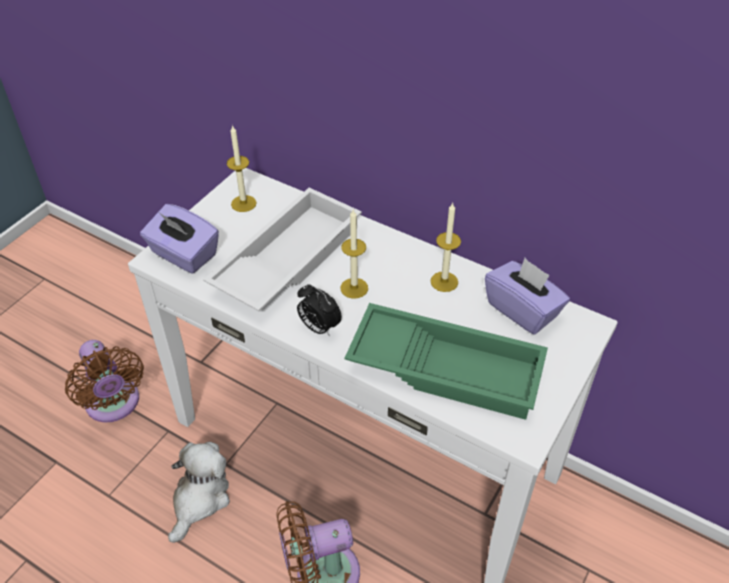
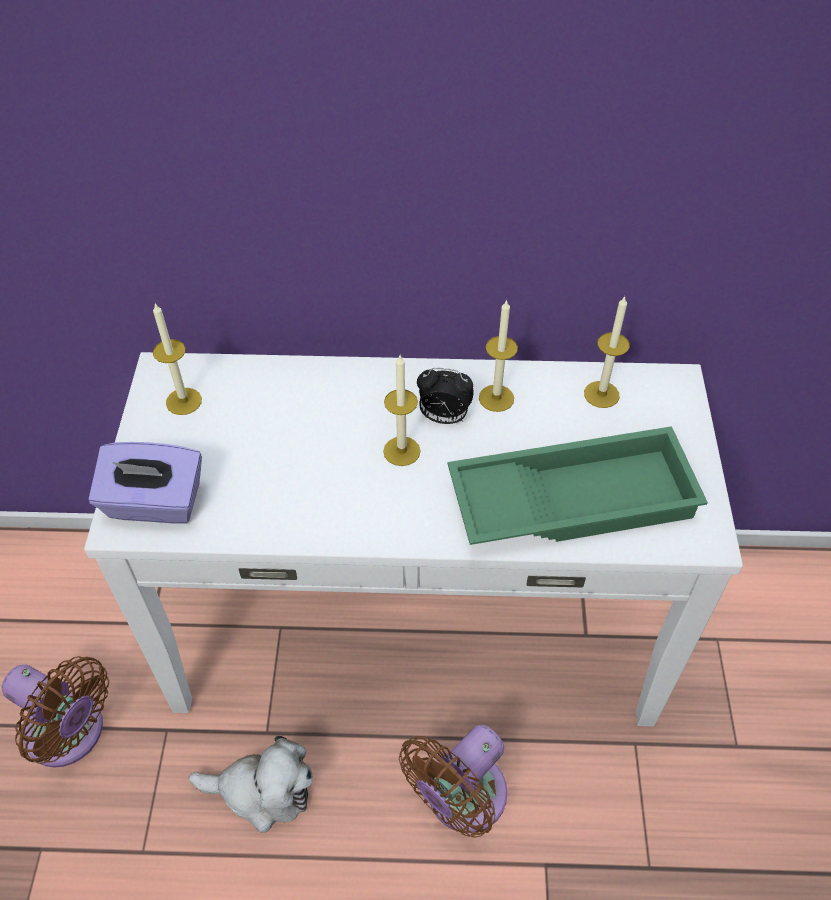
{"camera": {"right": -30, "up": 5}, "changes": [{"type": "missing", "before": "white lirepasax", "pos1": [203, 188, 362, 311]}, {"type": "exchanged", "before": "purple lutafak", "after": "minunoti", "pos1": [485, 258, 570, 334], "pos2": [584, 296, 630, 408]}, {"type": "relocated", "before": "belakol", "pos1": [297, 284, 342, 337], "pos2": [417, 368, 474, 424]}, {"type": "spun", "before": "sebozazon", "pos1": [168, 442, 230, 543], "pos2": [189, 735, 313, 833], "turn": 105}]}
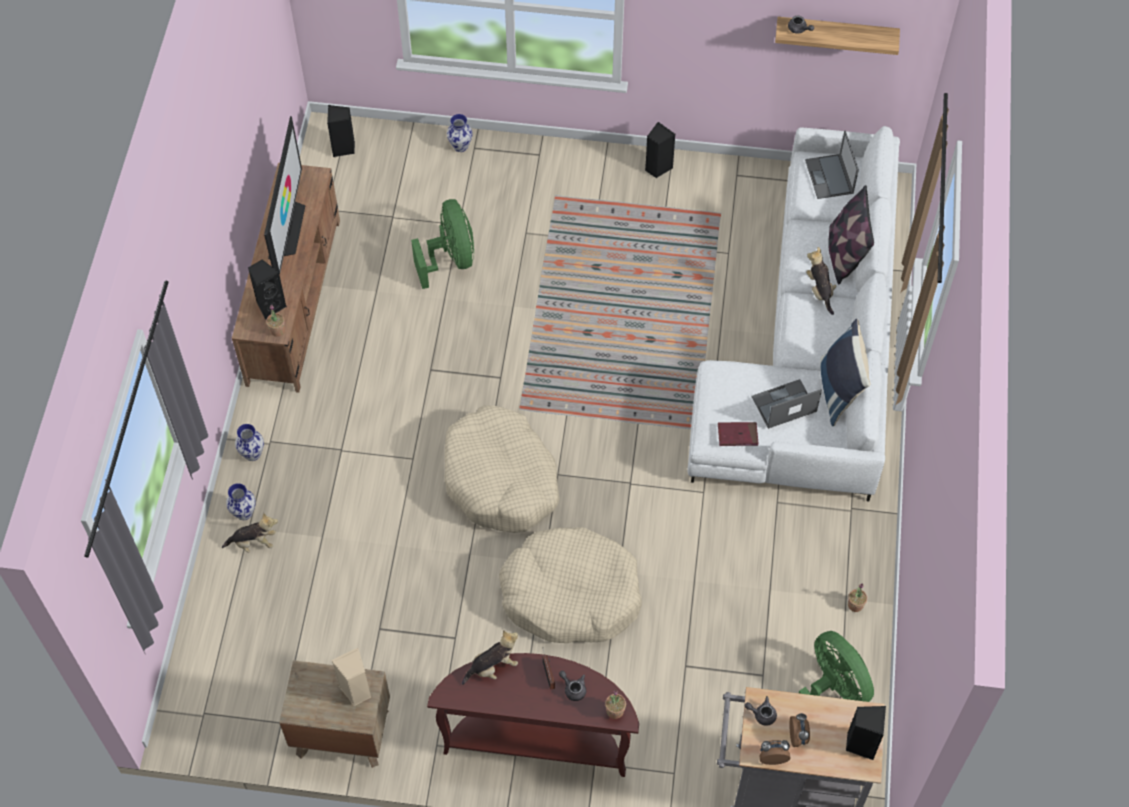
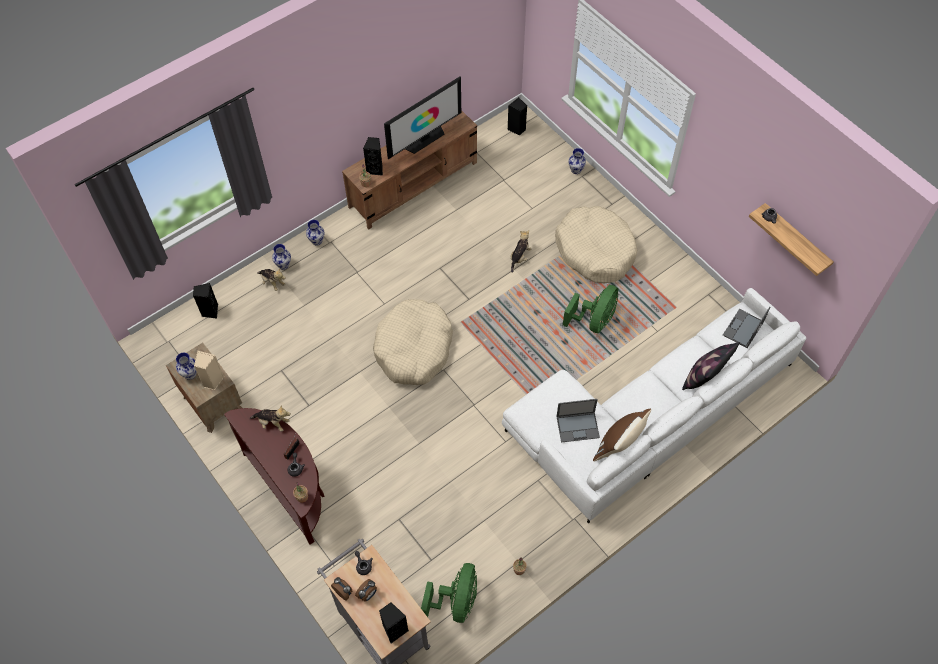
{"camera": {"right": 45, "up": 0}, "changes": [{"type": "relocated", "before": "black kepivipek", "pos1": [645, 122, 676, 178], "pos2": [193, 283, 218, 319]}, {"type": "relocated", "before": "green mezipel", "pos1": [411, 199, 474, 289], "pos2": [563, 285, 618, 333]}, {"type": "relocated", "before": "sebozazon", "pos1": [806, 247, 837, 315], "pos2": [511, 230, 531, 273]}, {"type": "colour", "before": "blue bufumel", "after": "brown bufumel", "pos1": [820, 319, 871, 426], "pos2": [593, 409, 651, 462]}, {"type": "spun", "before": "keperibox", "pos1": [751, 379, 822, 429], "pos2": [556, 399, 600, 443], "turn": 150}, {"type": "missing", "before": "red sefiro", "pos1": [718, 422, 759, 446]}, {"type": "relocated", "before": "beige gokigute", "pos1": [499, 527, 642, 643], "pos2": [555, 206, 637, 283]}, {"type": "appeared", "after": "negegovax", "pos2": [176, 353, 197, 380]}]}
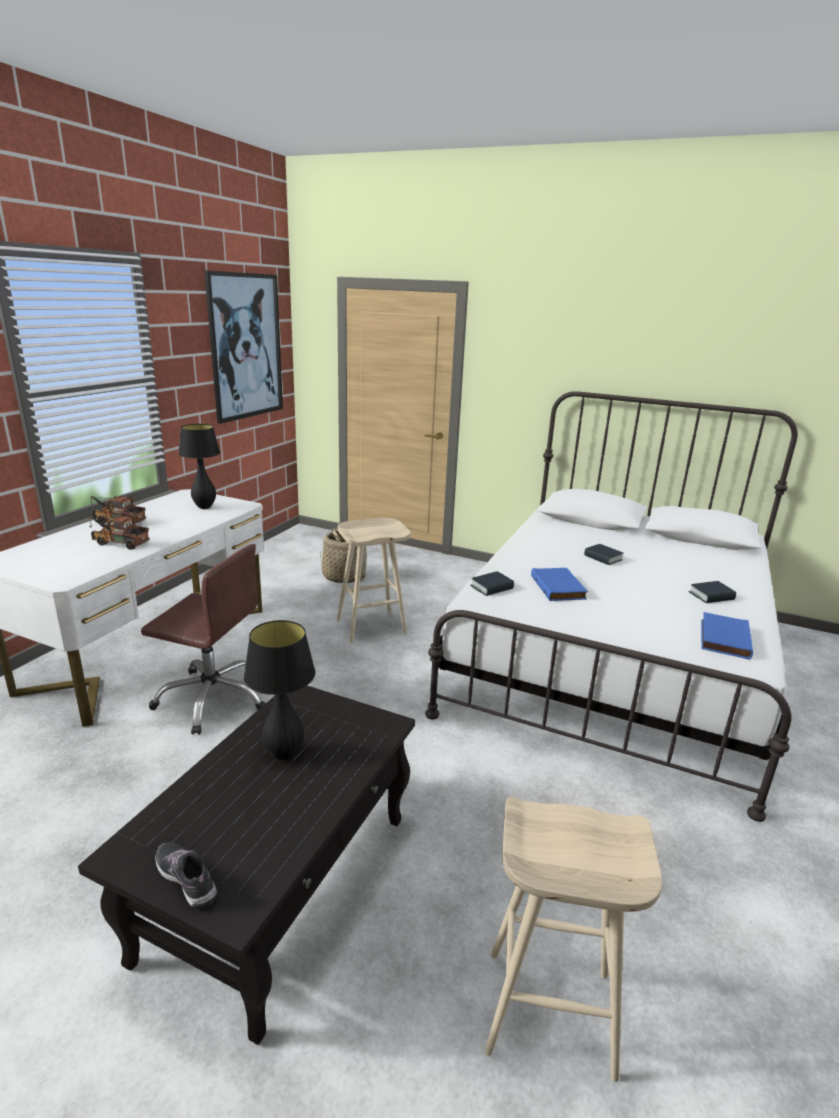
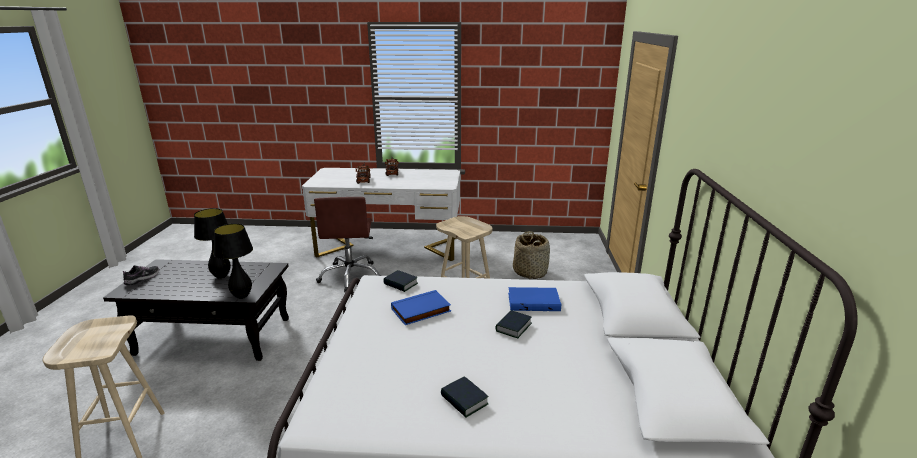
{"camera": {"right": 70, "up": 0}, "changes": [{"type": "missing", "before": "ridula", "pos1": [204, 271, 283, 424]}, {"type": "relocated", "before": "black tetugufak", "pos1": [179, 424, 220, 509], "pos2": [214, 223, 253, 299]}, {"type": "relocated", "before": "blue sefiro", "pos1": [701, 612, 753, 660], "pos2": [508, 287, 561, 311]}]}
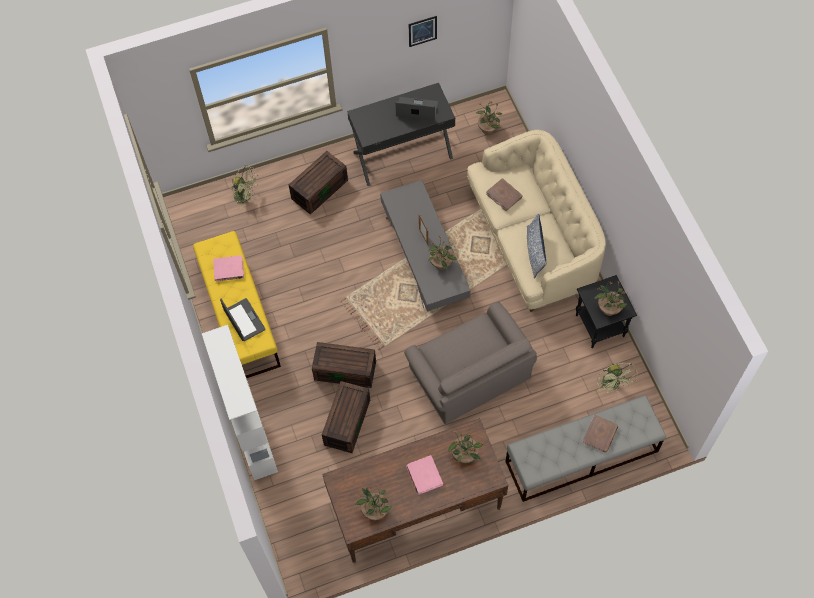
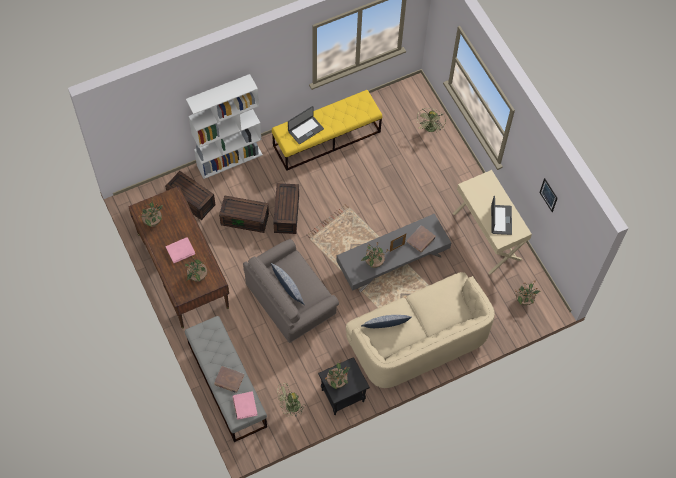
{"camera": {"right": 80, "up": 0}, "changes": [{"type": "colour", "before": "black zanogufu", "after": "beige zanogufu", "pos1": [347, 83, 455, 186], "pos2": [453, 170, 532, 275]}, {"type": "relocated", "before": "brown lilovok", "pos1": [289, 151, 348, 215], "pos2": [165, 171, 216, 220]}, {"type": "relocated", "before": "brown sefiro", "pos1": [486, 178, 522, 211], "pos2": [407, 225, 436, 252]}, {"type": "relocated", "before": "pink sefiro", "pos1": [213, 255, 244, 281], "pos2": [232, 391, 257, 420]}, {"type": "appeared", "after": "bufumel", "pos2": [271, 263, 305, 305]}]}
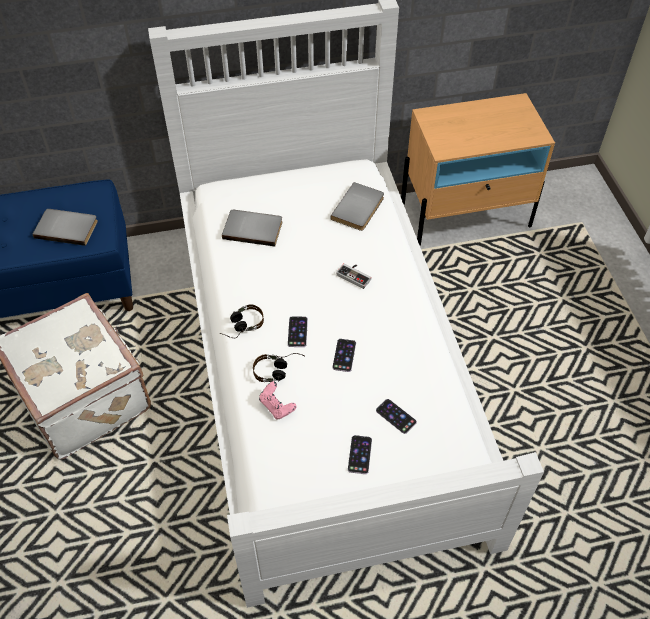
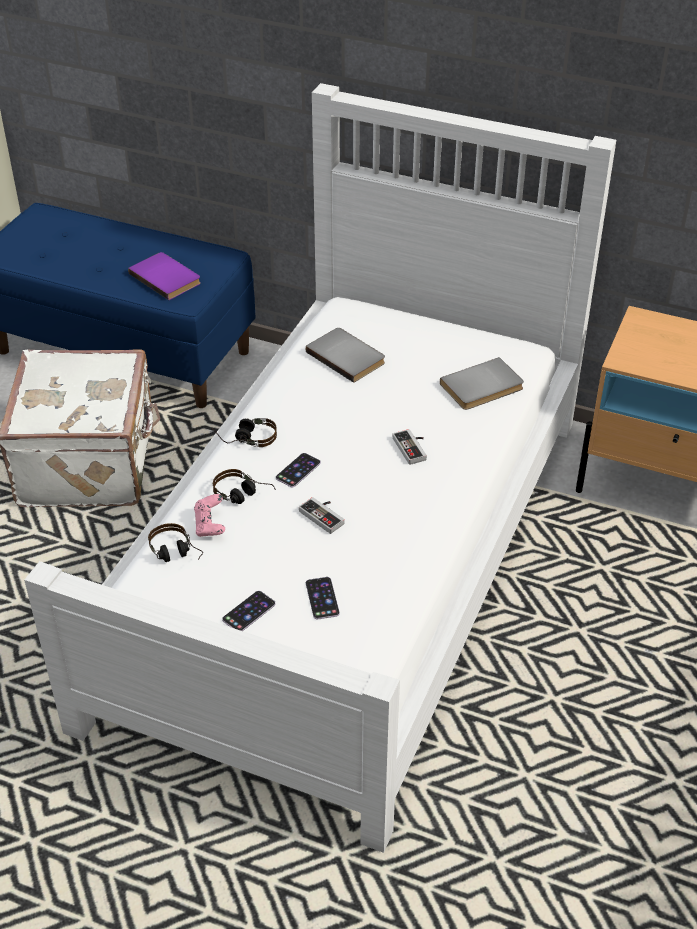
{"camera": {"right": 35, "up": -10}, "changes": [{"type": "colour", "before": "grey sefiro", "after": "purple sefiro", "pos1": [33, 209, 98, 246], "pos2": [128, 252, 201, 300]}, {"type": "exchanged", "before": "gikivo", "after": "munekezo", "pos1": [332, 339, 356, 372], "pos2": [299, 497, 345, 534]}, {"type": "appeared", "after": "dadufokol", "pos2": [148, 523, 203, 562]}]}
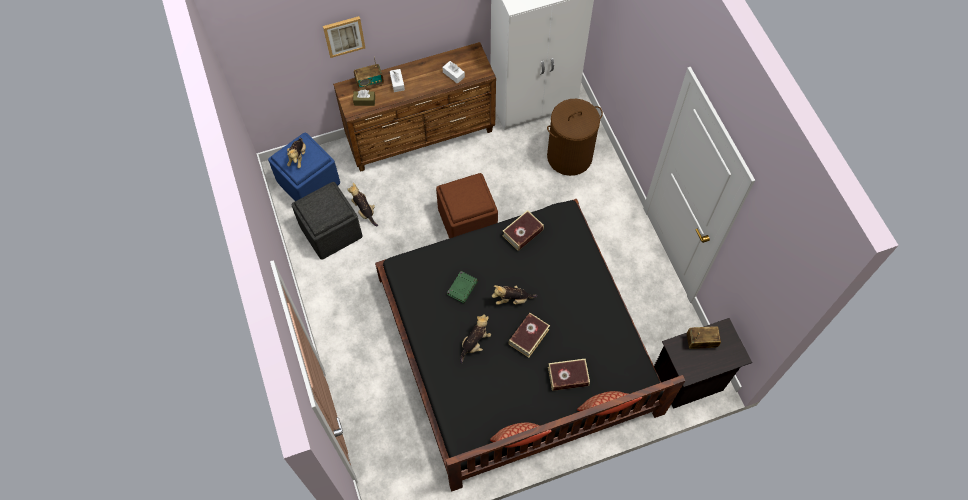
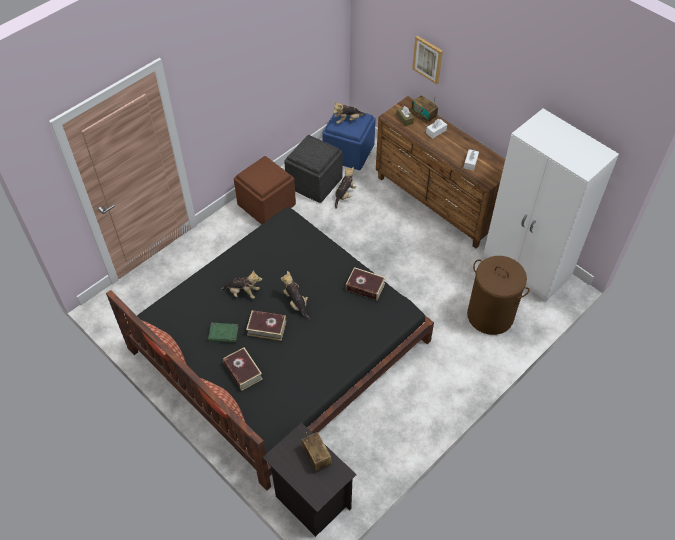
{"camera": {"right": 65, "up": -10}, "changes": [{"type": "relocated", "before": "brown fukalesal", "pos1": [436, 173, 498, 239], "pos2": [234, 156, 296, 224]}, {"type": "relocated", "before": "green sefiro", "pos1": [447, 271, 478, 303], "pos2": [208, 323, 238, 343]}]}
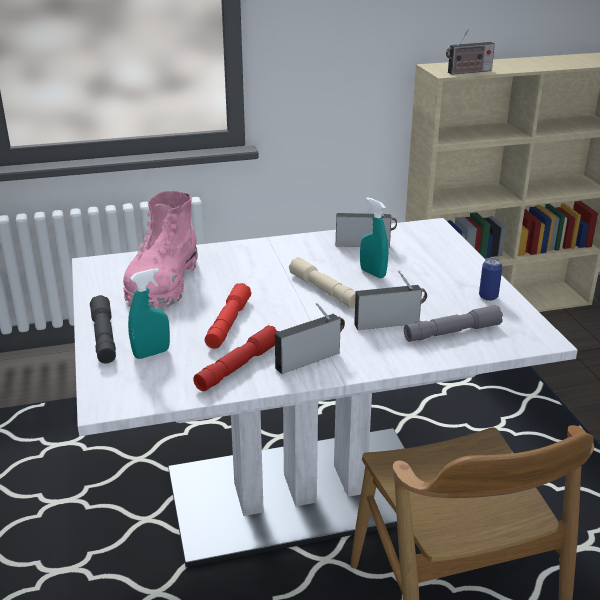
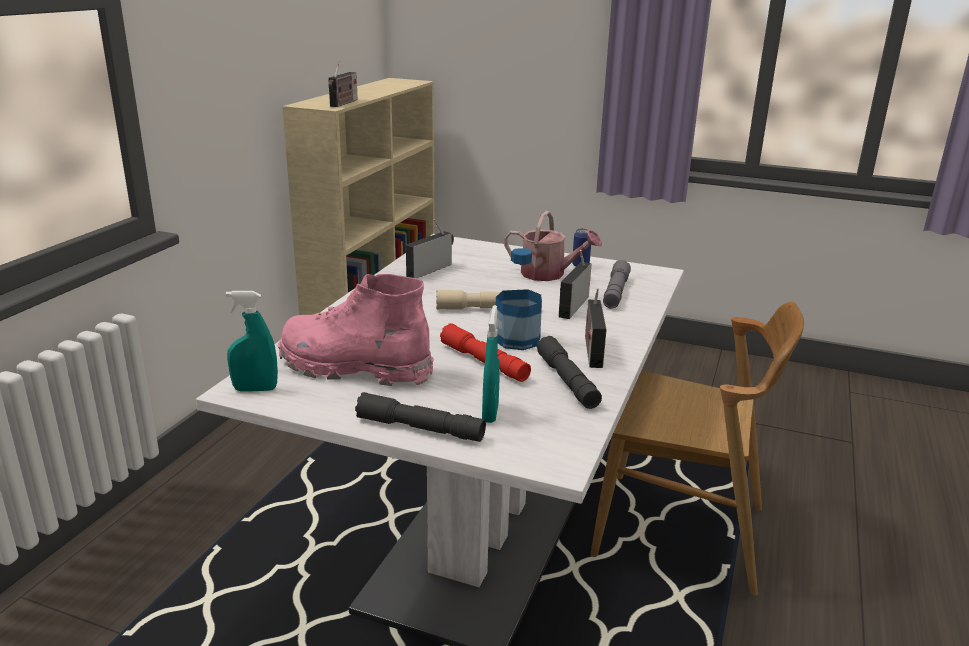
{"camera": {"right": -55, "up": -5}, "changes": [{"type": "spun", "before": "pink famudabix", "pos1": [123, 191, 198, 309], "pos2": [278, 274, 434, 386], "turn": 150}, {"type": "relocated", "before": "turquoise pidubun", "pos1": [360, 197, 388, 279], "pos2": [226, 291, 278, 392]}, {"type": "colour", "before": "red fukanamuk", "after": "grey fukanamuk", "pos1": [193, 325, 279, 391], "pos2": [537, 336, 602, 409]}, {"type": "appeared", "after": "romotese", "pos2": [504, 211, 602, 281]}, {"type": "appeared", "after": "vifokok", "pos2": [496, 248, 542, 350]}]}
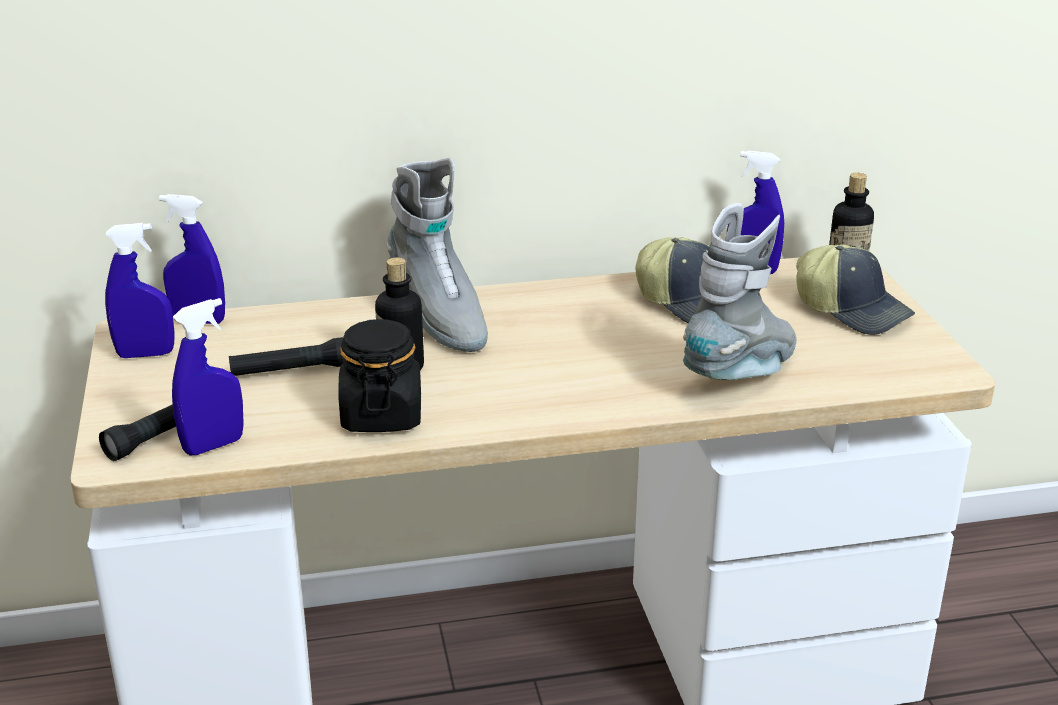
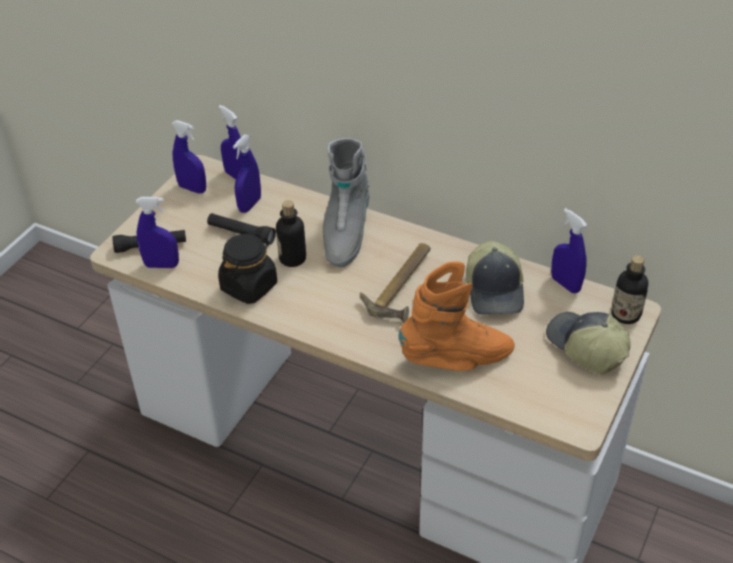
{"camera": {"right": 40, "up": 15}, "changes": [{"type": "colour", "before": "grey famudabix", "after": "orange famudabix", "pos1": [683, 203, 797, 380], "pos2": [398, 261, 515, 371]}, {"type": "spun", "before": "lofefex", "pos1": [796, 244, 915, 335], "pos2": [546, 312, 631, 374], "turn": 150}, {"type": "appeared", "after": "blue pidubun", "pos2": [233, 135, 261, 213]}, {"type": "appeared", "after": "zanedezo", "pos2": [360, 243, 431, 323]}]}
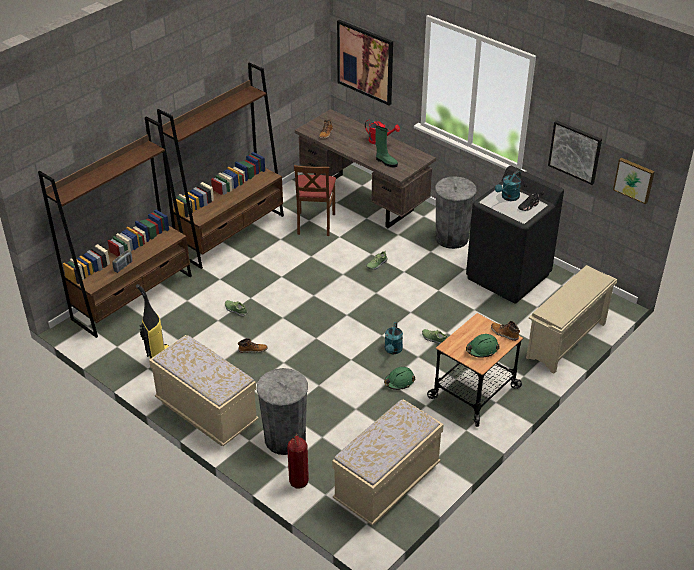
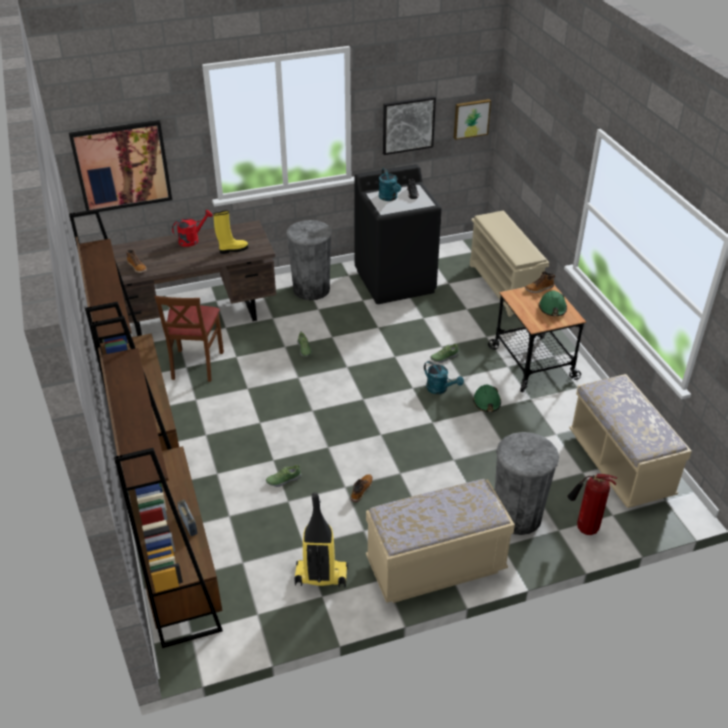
{"camera": {"right": -60, "up": 0}, "changes": [{"type": "colour", "before": "green famudabix", "after": "yellow famudabix", "pos1": [376, 125, 398, 167], "pos2": [213, 210, 248, 254]}, {"type": "spun", "before": "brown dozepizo", "pos1": [294, 165, 336, 236], "pos2": [155, 296, 224, 382], "turn": 60}]}
